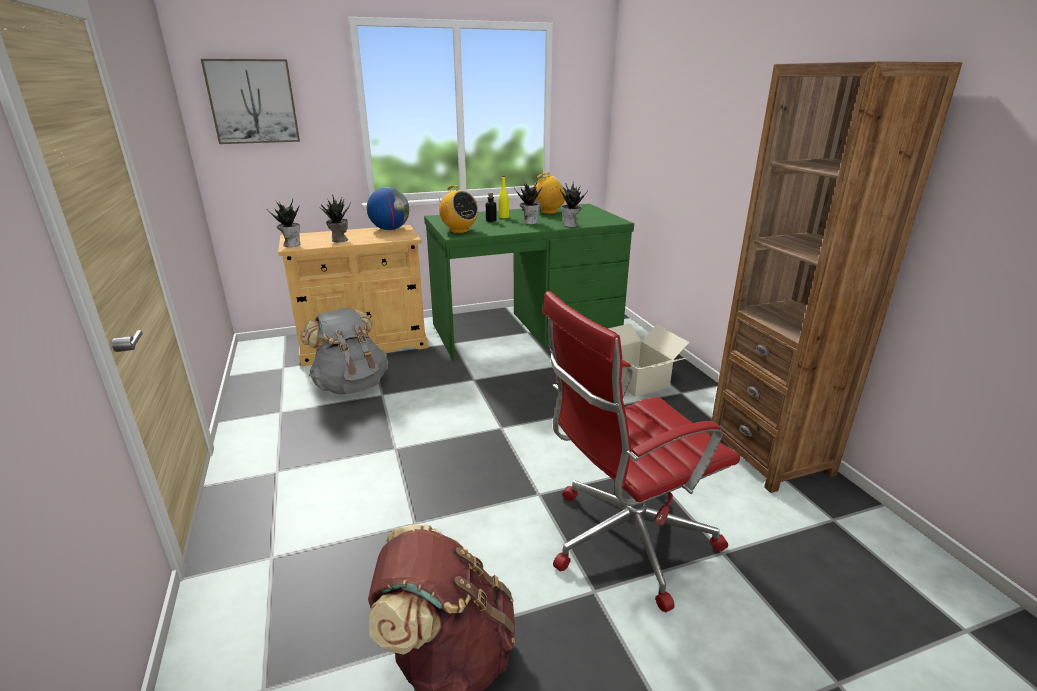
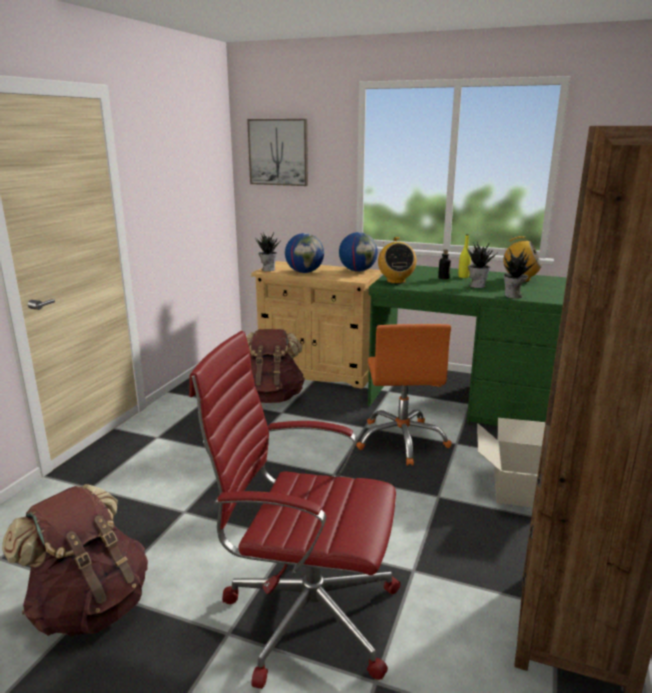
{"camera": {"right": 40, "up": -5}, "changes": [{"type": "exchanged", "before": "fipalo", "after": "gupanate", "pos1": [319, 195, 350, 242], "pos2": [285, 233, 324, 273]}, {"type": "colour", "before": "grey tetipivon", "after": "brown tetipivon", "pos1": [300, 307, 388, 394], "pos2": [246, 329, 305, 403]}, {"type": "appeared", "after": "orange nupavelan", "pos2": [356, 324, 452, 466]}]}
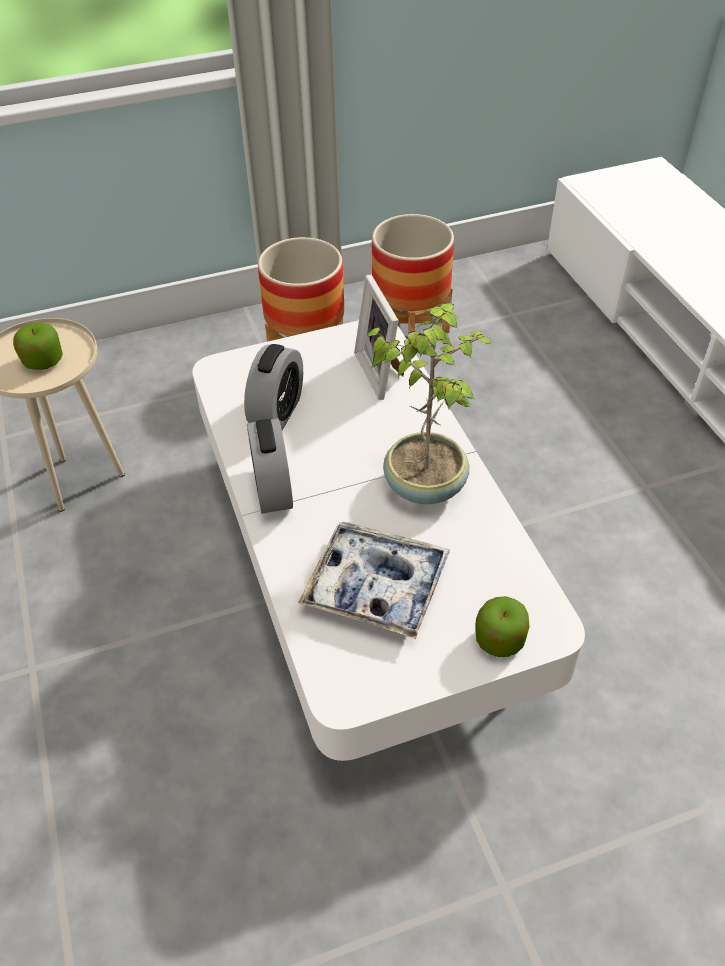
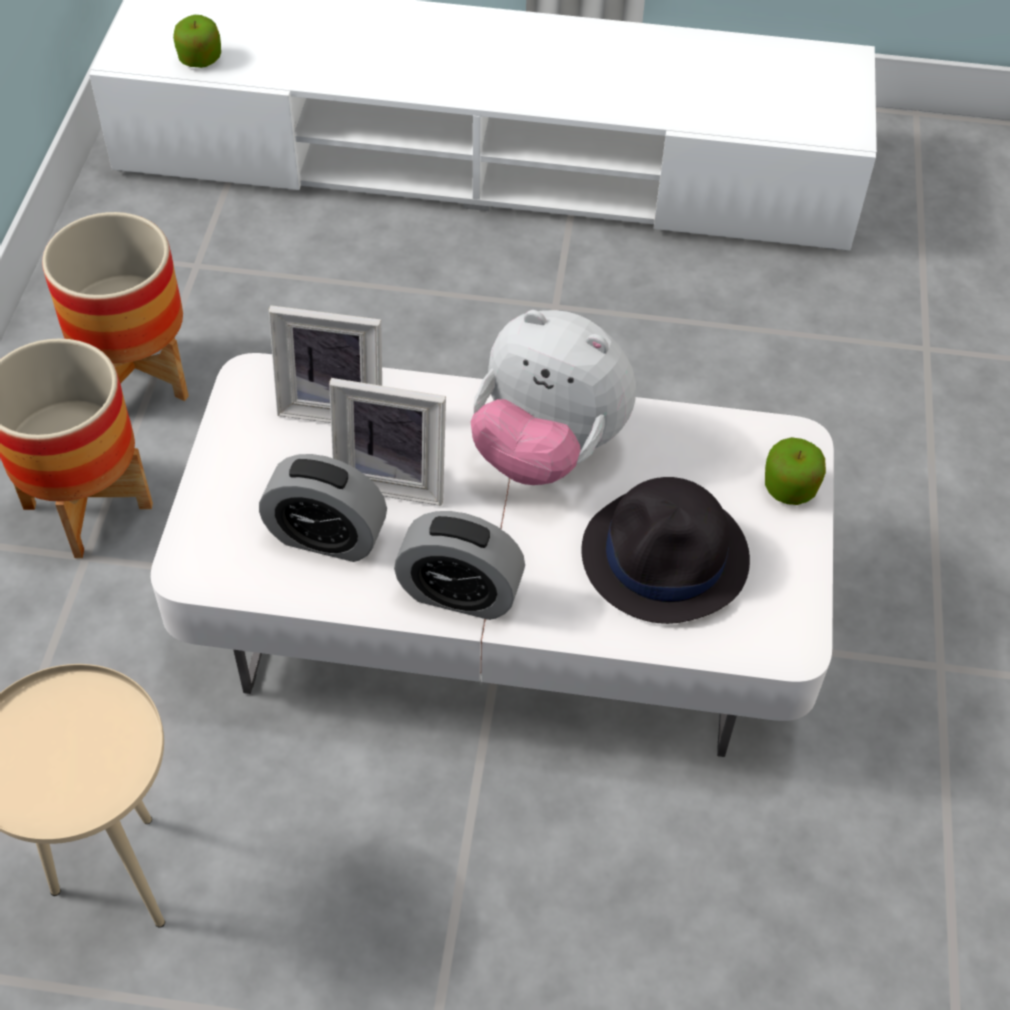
{"camera": {"right": -65, "up": 5}, "changes": [{"type": "exchanged", "before": "fipalo", "after": "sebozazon", "pos1": [366, 302, 492, 504], "pos2": [470, 310, 636, 485]}, {"type": "relocated", "before": "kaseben", "pos1": [13, 323, 63, 370], "pos2": [173, 15, 221, 68]}, {"type": "spun", "before": "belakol", "pos1": [244, 344, 303, 431], "pos2": [259, 454, 387, 562], "turn": 150}, {"type": "exchanged", "before": "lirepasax", "after": "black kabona", "pos1": [298, 522, 450, 639], "pos2": [581, 477, 750, 624]}, {"type": "appeared", "after": "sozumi", "pos2": [329, 378, 446, 506]}]}
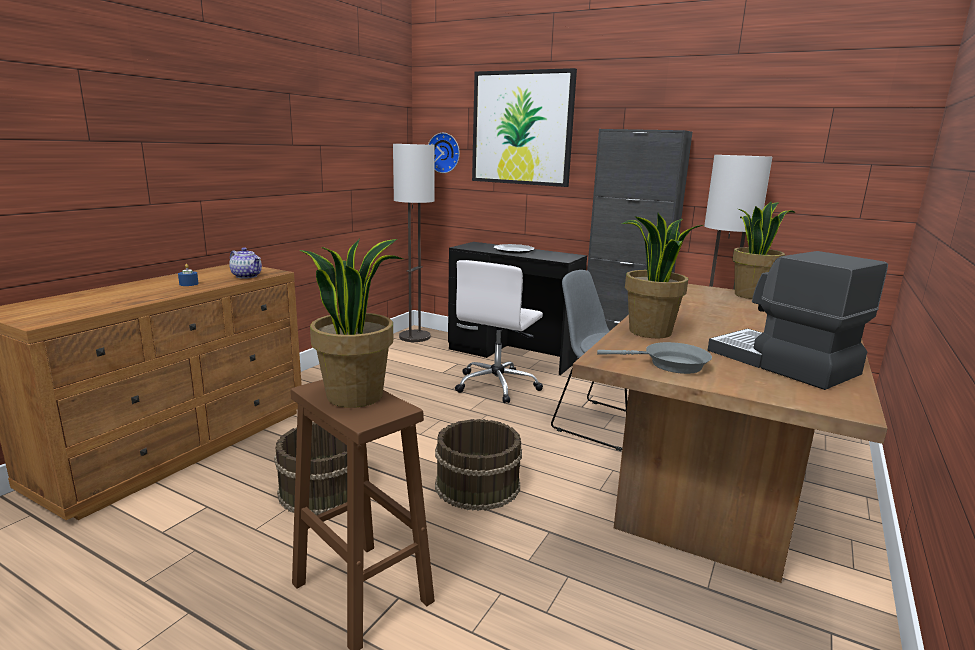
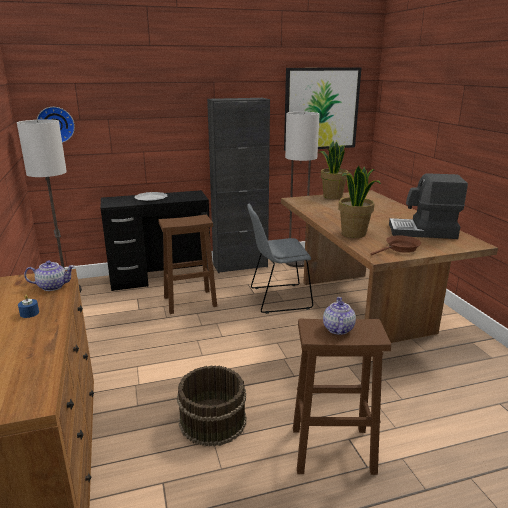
{"camera": {"right": -45, "up": 5}, "changes": [{"type": "relocated", "before": "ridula", "pos1": [472, 68, 577, 187], "pos2": [284, 68, 361, 151]}, {"type": "exchanged", "before": "fipalo", "after": "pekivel", "pos1": [300, 238, 403, 408], "pos2": [323, 297, 356, 335]}, {"type": "exchanged", "before": "white nupavelan", "after": "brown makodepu", "pos1": [455, 260, 543, 403], "pos2": [158, 215, 217, 314]}, {"type": "colour", "before": "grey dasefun", "after": "brown dasefun", "pos1": [597, 342, 712, 374], "pos2": [371, 235, 421, 255]}, {"type": "missing", "before": "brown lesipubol", "pos1": [435, 419, 522, 511]}]}
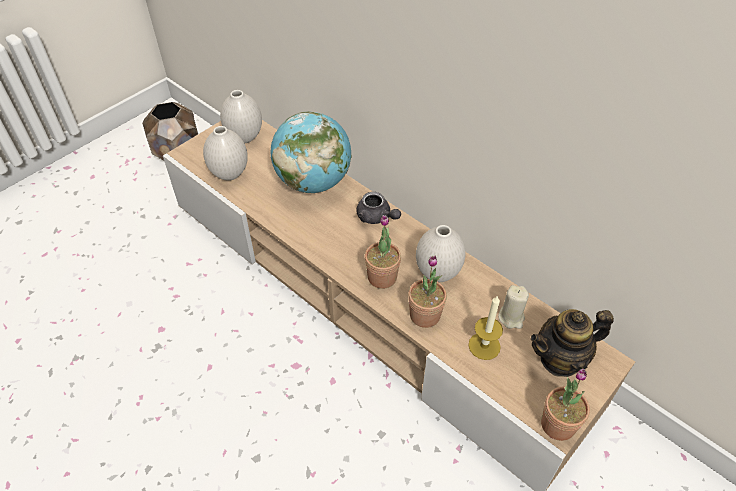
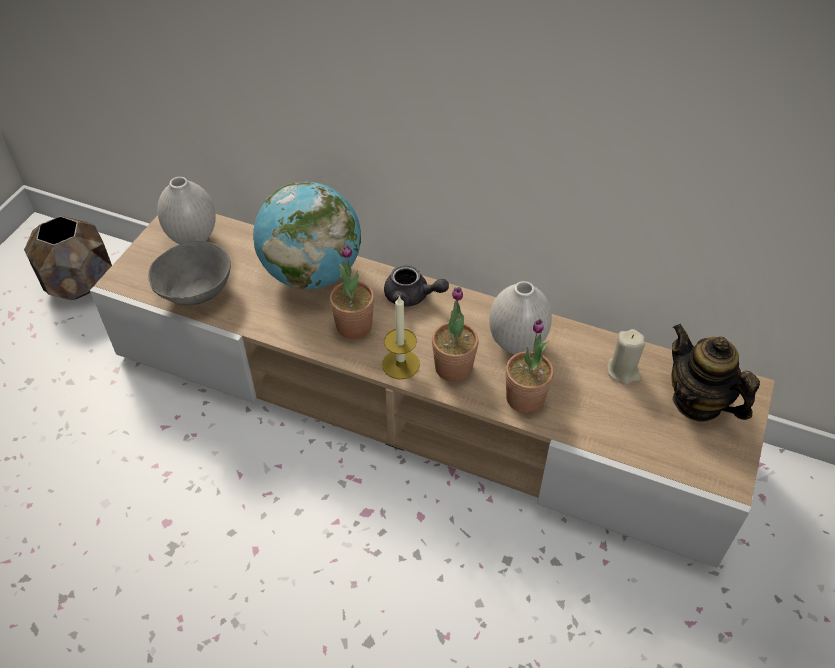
{"camera": {"right": -20, "up": 0}, "changes": [{"type": "exchanged", "before": "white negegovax", "after": "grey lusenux", "pos1": [203, 126, 248, 181], "pos2": [148, 241, 231, 305]}, {"type": "relocated", "before": "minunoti", "pos1": [468, 295, 503, 360], "pos2": [382, 295, 420, 379]}, {"type": "spun", "before": "pekivel", "pos1": [531, 309, 614, 377], "pos2": [671, 324, 760, 422], "turn": 90}, {"type": "relocated", "before": "fipalo", "pos1": [541, 369, 590, 441], "pos2": [330, 244, 374, 339]}]}
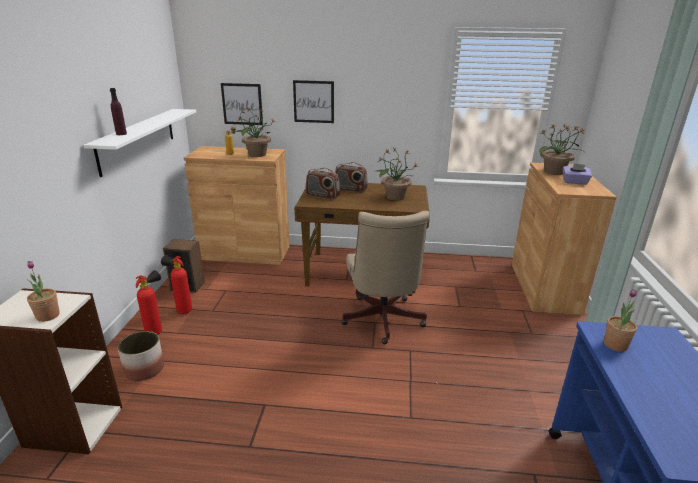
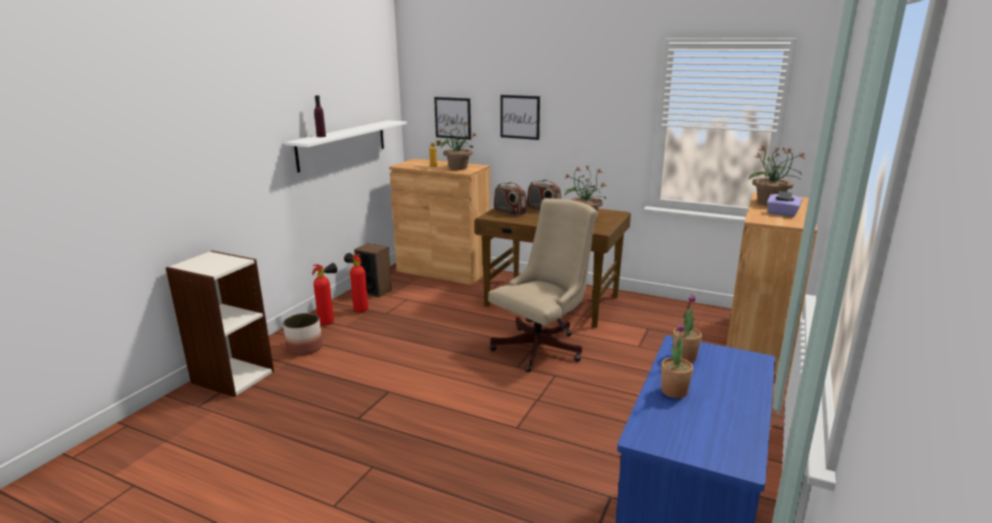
{"camera": {"right": 20, "up": -5}, "changes": [{"type": "spun", "before": "beige nupavelan", "pos1": [341, 211, 430, 344], "pos2": [488, 198, 598, 372], "turn": -150}, {"type": "relocated", "before": "fipalo", "pos1": [27, 261, 60, 322], "pos2": [661, 323, 693, 398]}]}
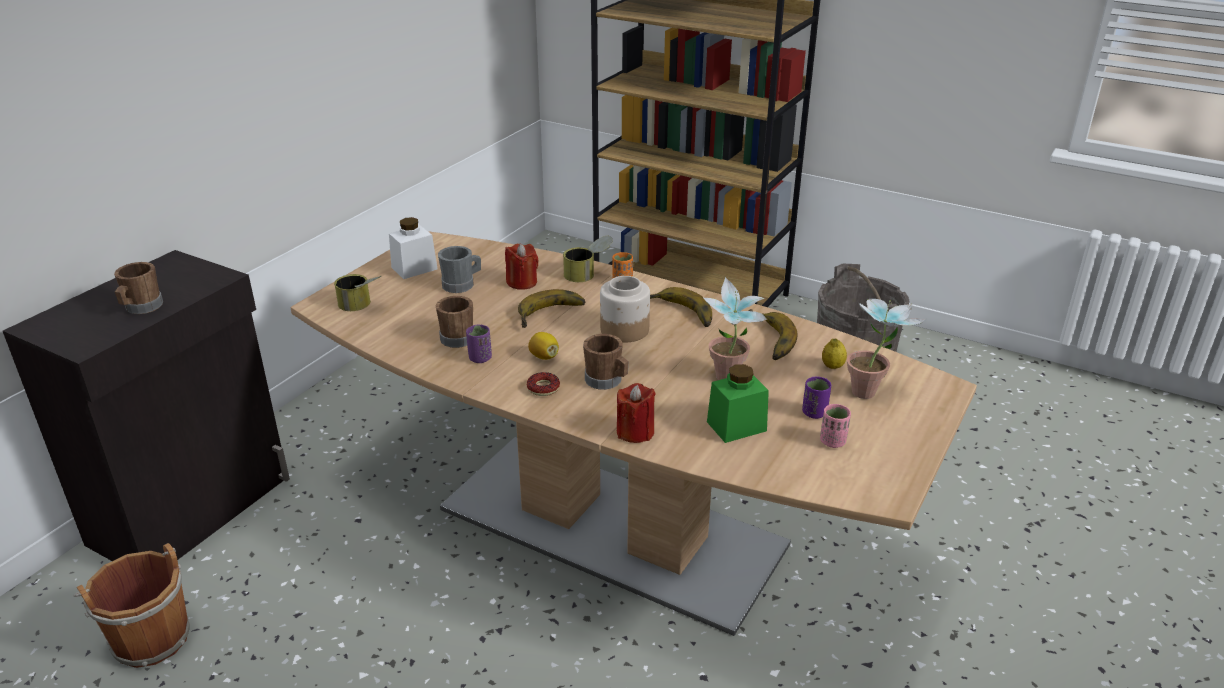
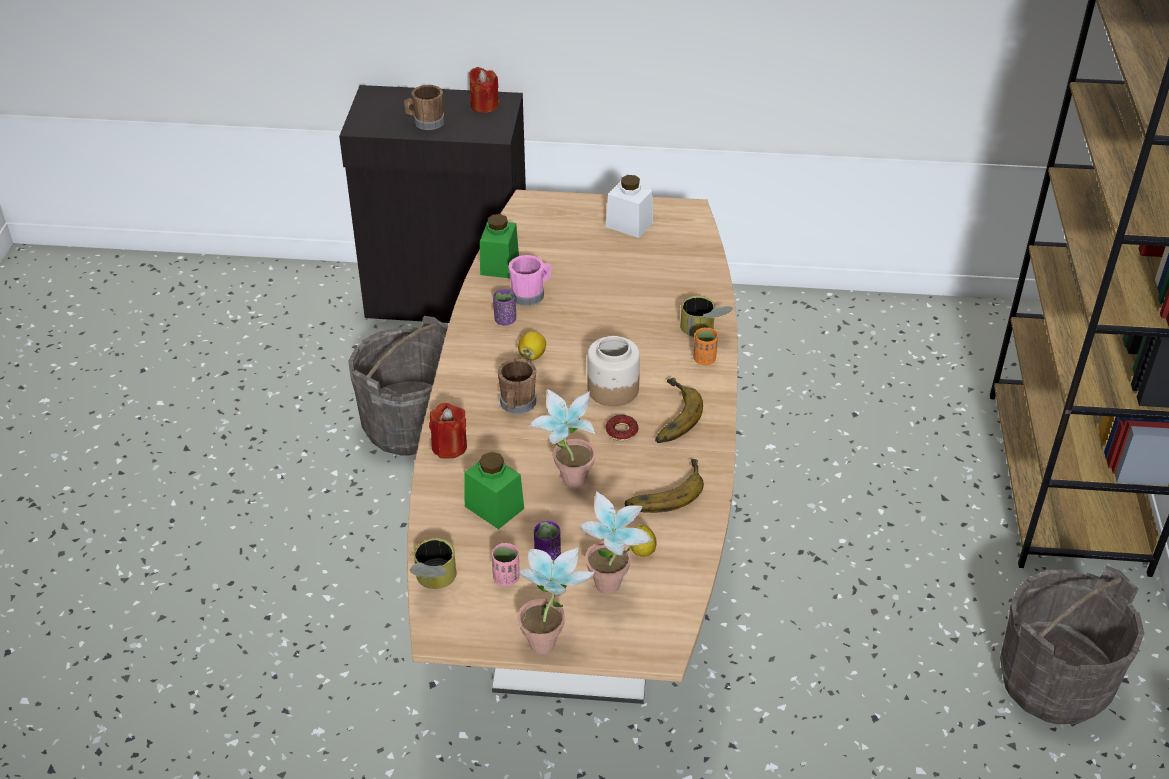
{"camera": {"right": 65, "up": 10}, "changes": [{"type": "relocated", "before": "red minunoti", "pos1": [505, 244, 539, 290], "pos2": [469, 67, 499, 113]}, {"type": "missing", "before": "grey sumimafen", "pos1": [438, 246, 481, 293]}, {"type": "relocated", "before": "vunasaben", "pos1": [334, 274, 381, 311], "pos2": [410, 538, 457, 589]}, {"type": "missing", "before": "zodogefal", "pos1": [518, 289, 585, 328]}, {"type": "colour", "before": "brown sumimafen", "after": "pink sumimafen", "pos1": [436, 296, 473, 348], "pos2": [509, 255, 551, 306]}, {"type": "relocated", "before": "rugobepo", "pos1": [527, 372, 560, 396], "pos2": [605, 415, 639, 441]}, {"type": "missing", "before": "brown lesipubol", "pos1": [73, 543, 190, 668]}, {"type": "appeared", "after": "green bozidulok", "pos2": [480, 214, 519, 278]}, {"type": "appeared", "after": "grey lesipubol", "pos2": [348, 316, 448, 455]}, {"type": "appeared", "after": "fipalo", "pos2": [518, 547, 595, 654]}]}
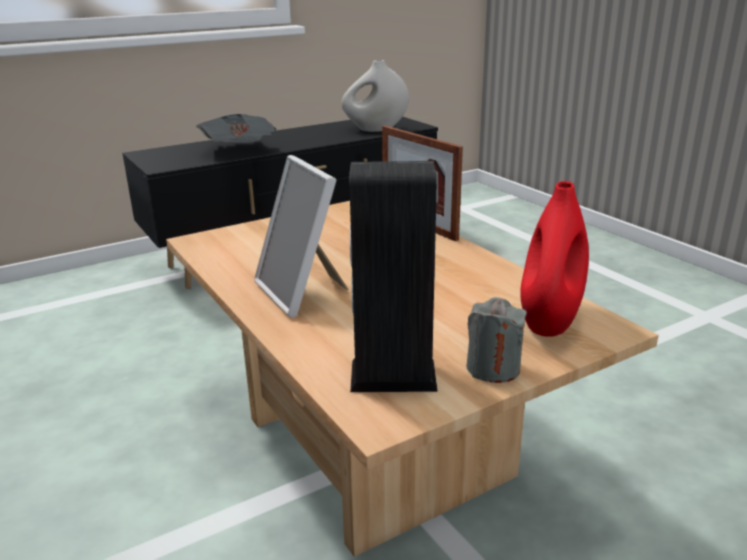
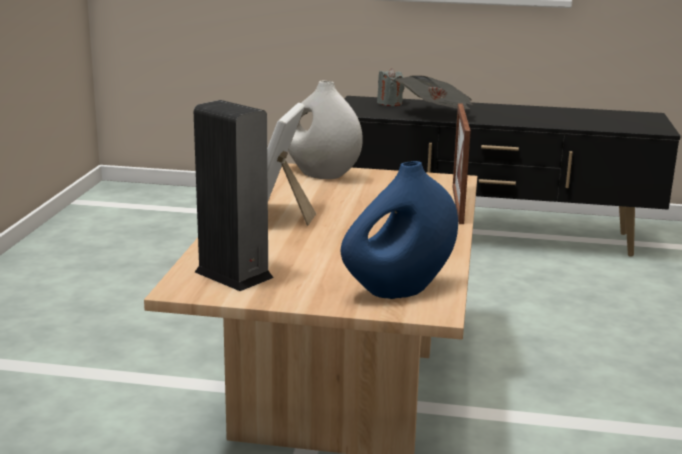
{"camera": {"right": 40, "up": -5}, "changes": [{"type": "relocated", "before": "white negegovax", "pos1": [341, 60, 409, 132], "pos2": [288, 81, 363, 179]}, {"type": "colour", "before": "red negegovax", "after": "blue negegovax", "pos1": [520, 181, 589, 337], "pos2": [341, 161, 458, 299]}, {"type": "relocated", "before": "grey minunoti", "pos1": [466, 297, 527, 383], "pos2": [377, 68, 405, 106]}]}
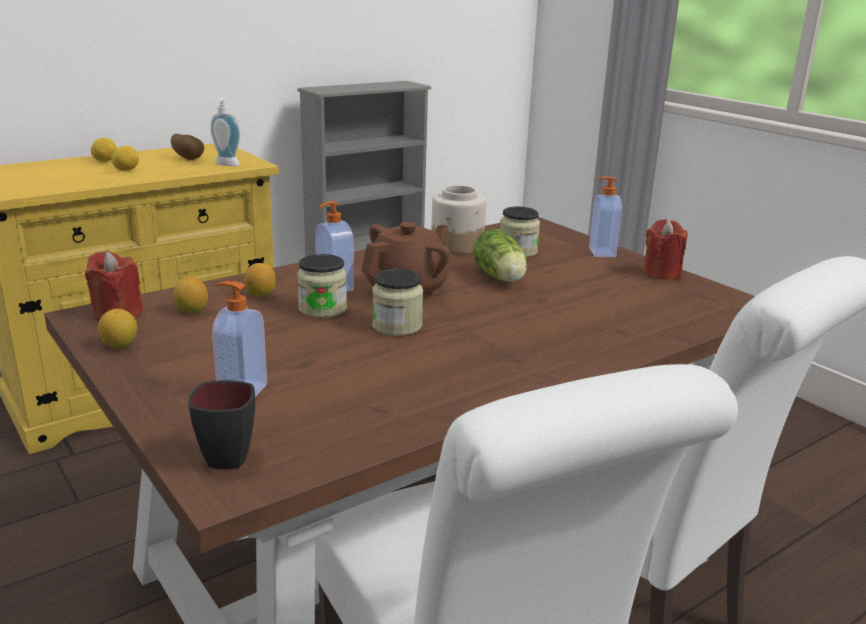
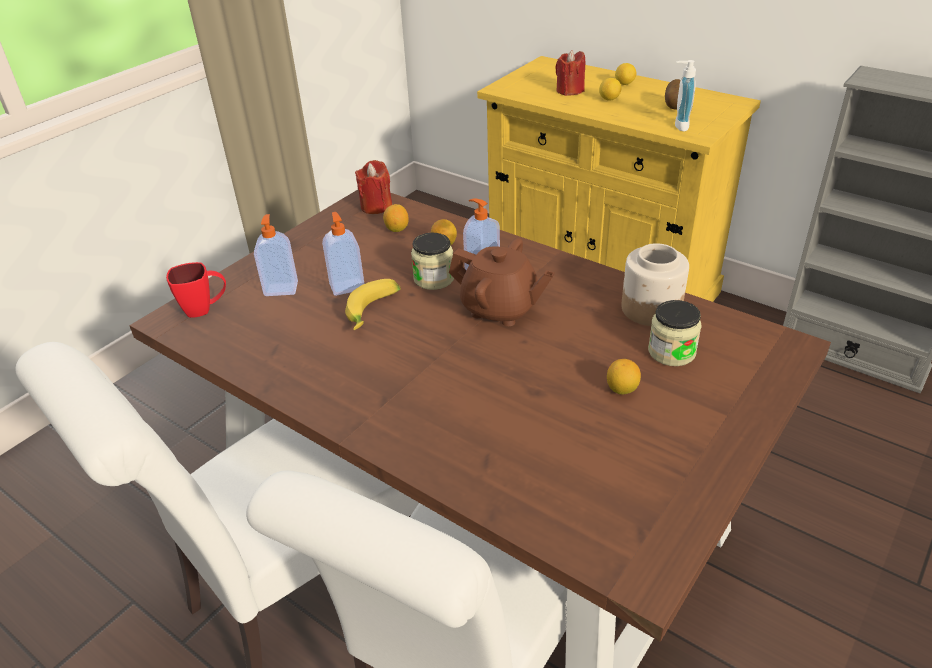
{"camera": {"right": 75, "up": 15}, "changes": [{"type": "relocated", "before": "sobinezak", "pos1": [589, 177, 622, 257], "pos2": [322, 212, 364, 296]}, {"type": "relocated", "before": "red minunoti", "pos1": [643, 219, 687, 280], "pos2": [555, 50, 585, 96]}, {"type": "missing", "before": "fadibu", "pos1": [473, 229, 527, 282]}, {"type": "missing", "before": "bozidulok", "pos1": [372, 269, 423, 336]}, {"type": "relocated", "before": "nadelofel", "pos1": [98, 309, 137, 348], "pos2": [607, 359, 641, 394]}, {"type": "colour", "before": "black sumimafen", "after": "red sumimafen", "pos1": [188, 380, 255, 470], "pos2": [166, 262, 226, 318]}, {"type": "appeared", "after": "zodogefal", "pos2": [345, 279, 401, 330]}]}
